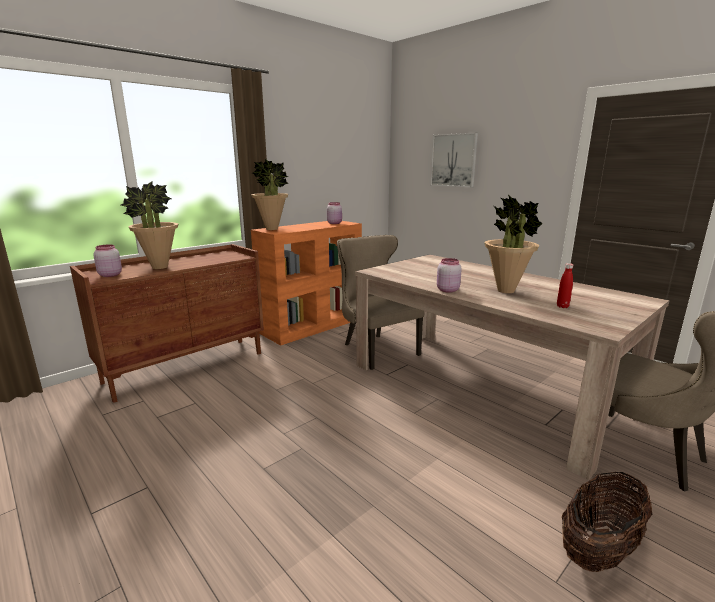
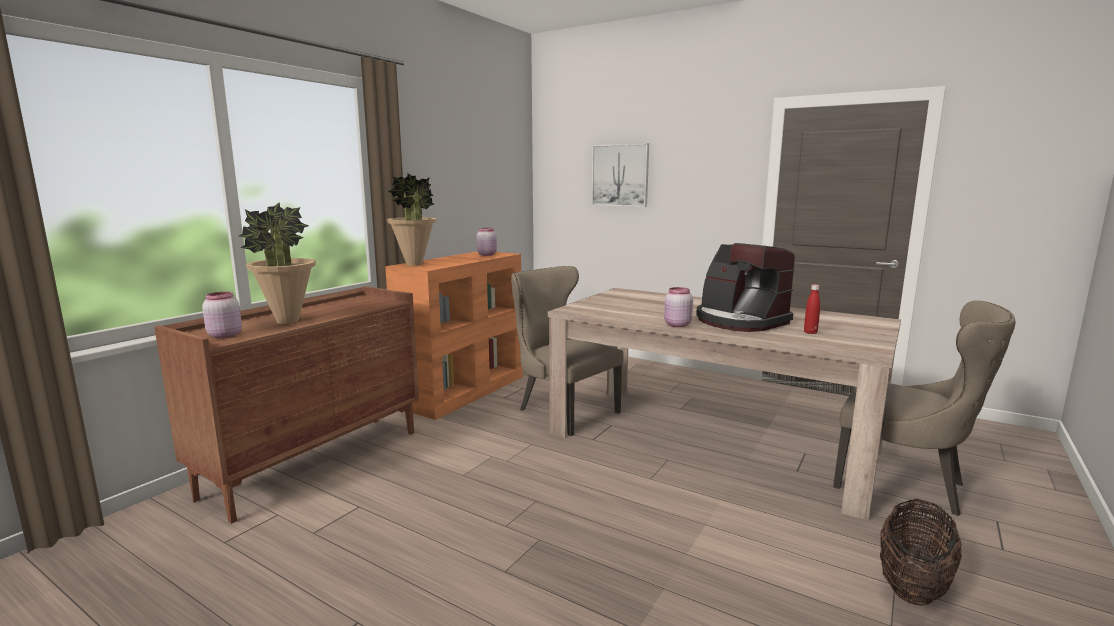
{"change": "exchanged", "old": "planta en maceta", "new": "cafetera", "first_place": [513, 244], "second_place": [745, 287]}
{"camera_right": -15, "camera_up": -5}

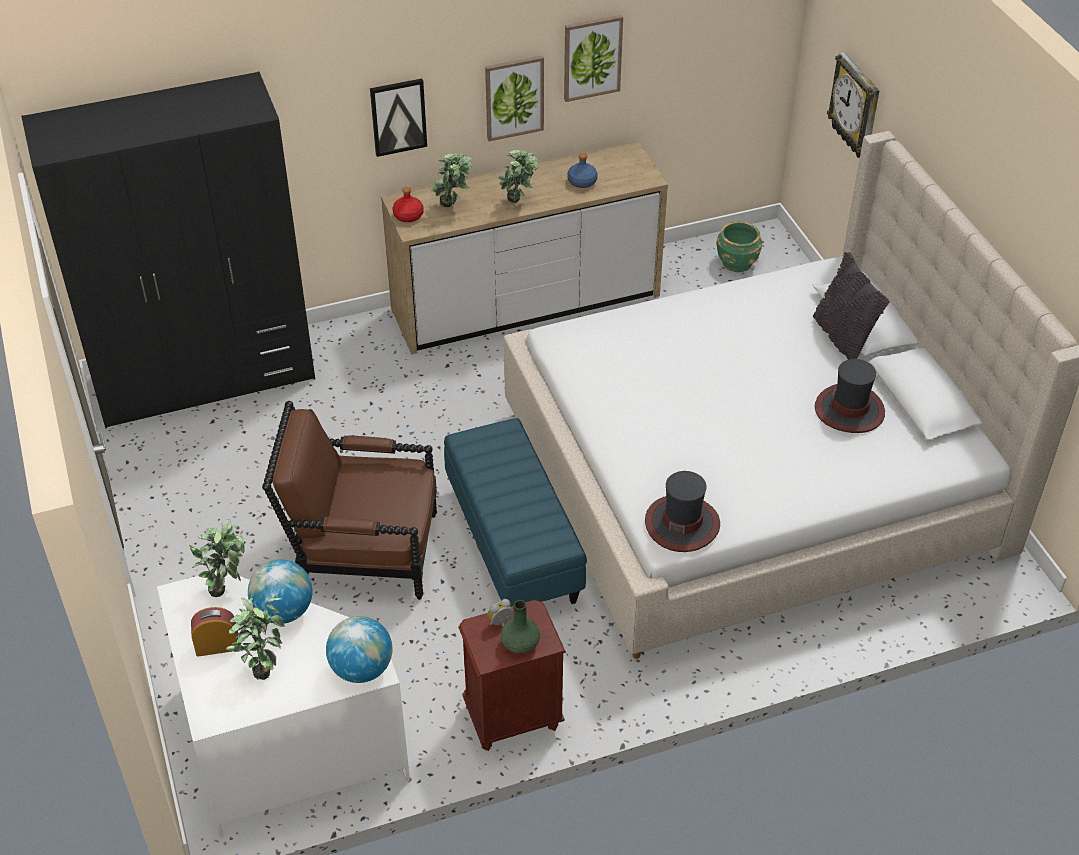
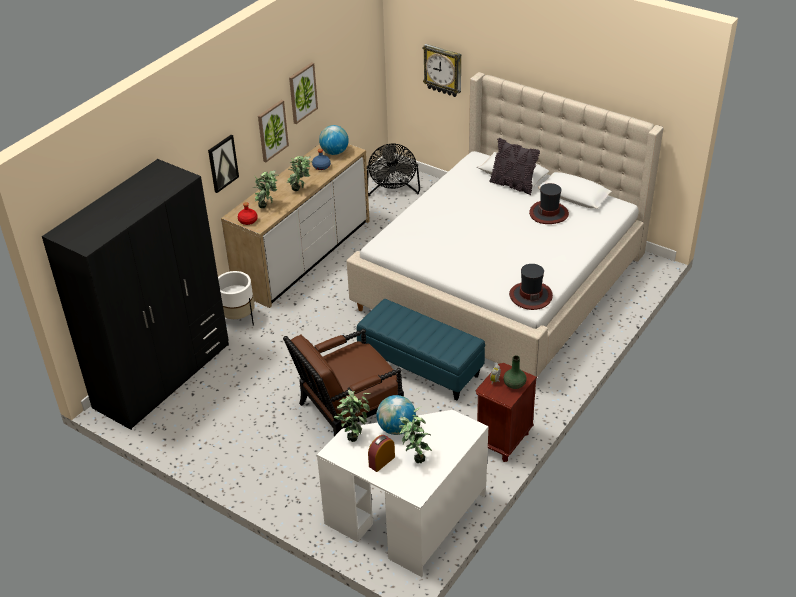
{"change": "relocated", "old": "globo terráqueo", "first_place": [359, 649], "second_place": [334, 140]}
{"change": "exchanged", "old": "maceta/verde", "new": "ventilador/negro", "first_place": [739, 246], "second_place": [393, 170]}
{"change": "appeared", "new": "maceta/blanco", "second_place": [236, 298]}
{"camera_right": -35, "camera_up": -5}

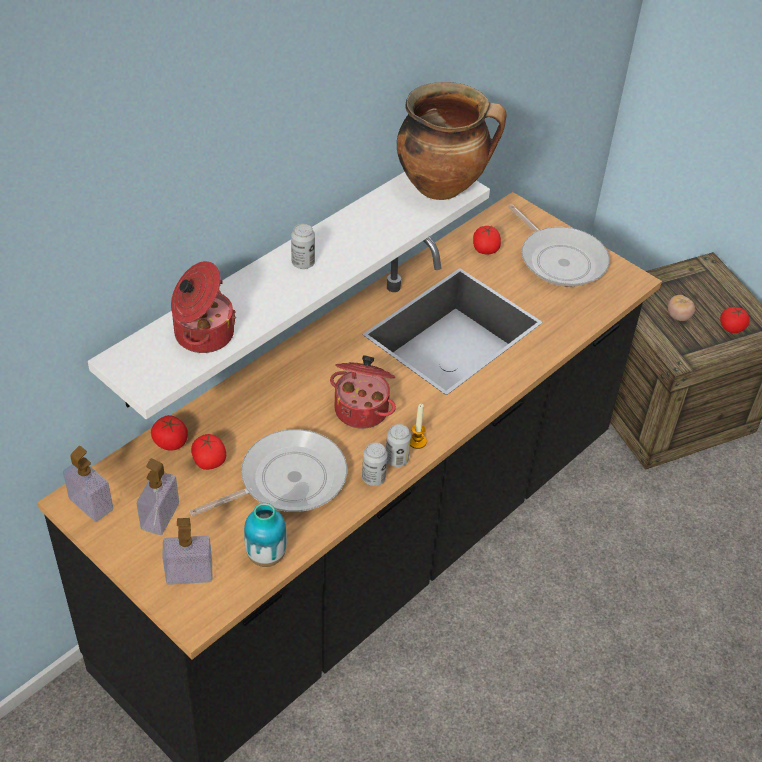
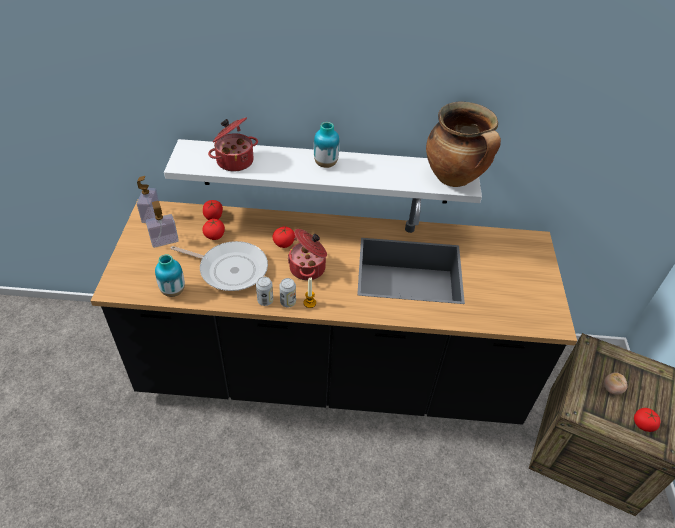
{"change": "missing", "old": "dispensador de jabón", "first_place": [187, 551]}
{"change": "exchanged", "old": "lata", "new": "florero", "first_place": [303, 246], "second_place": [327, 145]}
{"change": "relocated", "old": "tomate", "first_place": [487, 240], "second_place": [283, 237]}
{"change": "missing", "old": "sartén", "first_place": [559, 246]}
{"camera_right": 50, "camera_up": 0}

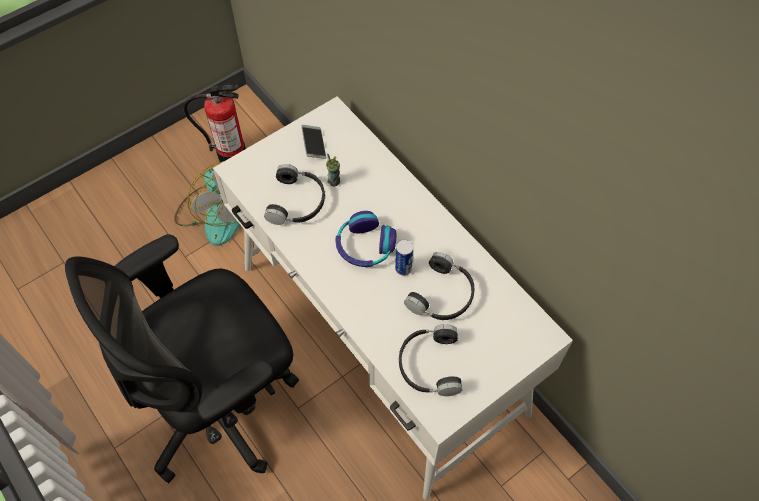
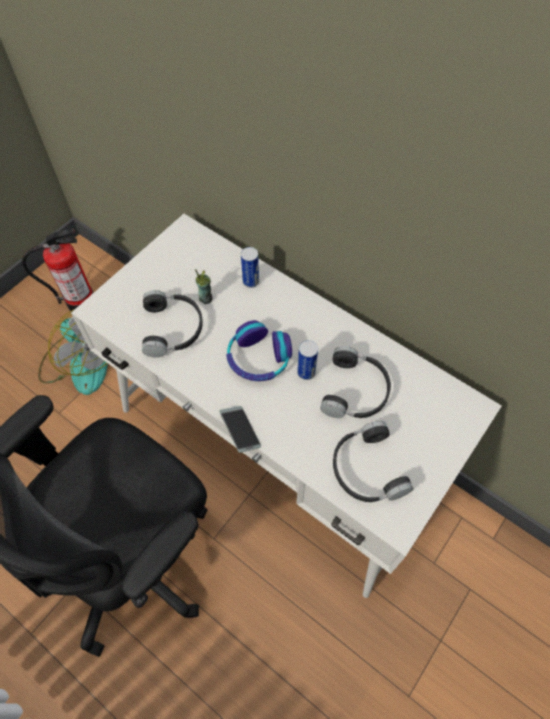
{"change": "relocated", "old": "móvil", "first_place": [313, 142], "second_place": [240, 429]}
{"change": "appeared", "new": "lata", "second_place": [250, 267]}
{"camera_right": -15, "camera_up": 0}

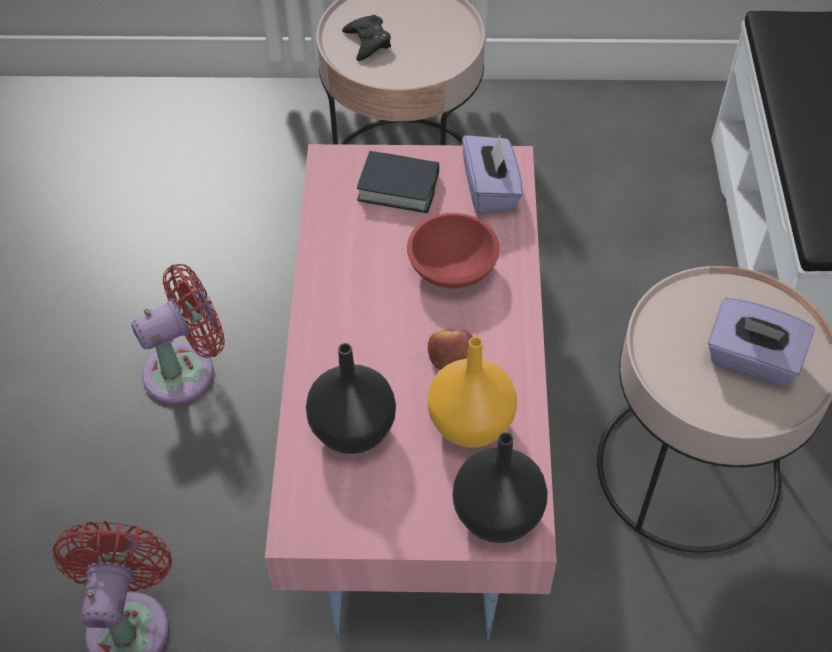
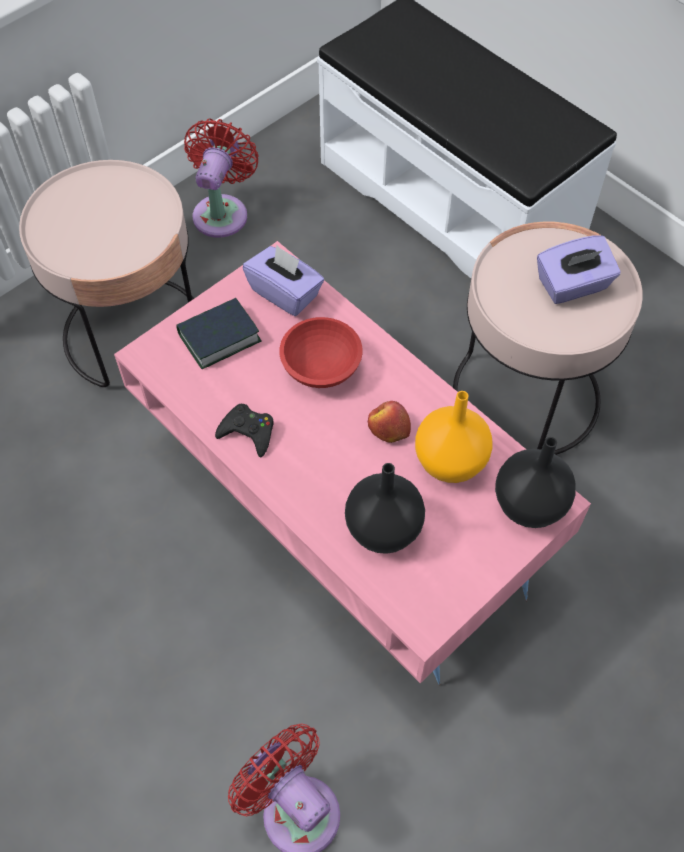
{"change": "relocated", "old": "ventilador/rojo", "first_place": [178, 334], "second_place": [221, 178]}
{"change": "relocated", "old": "mando de consola/negro", "first_place": [366, 38], "second_place": [244, 430]}
{"camera_right": -45, "camera_up": 5}

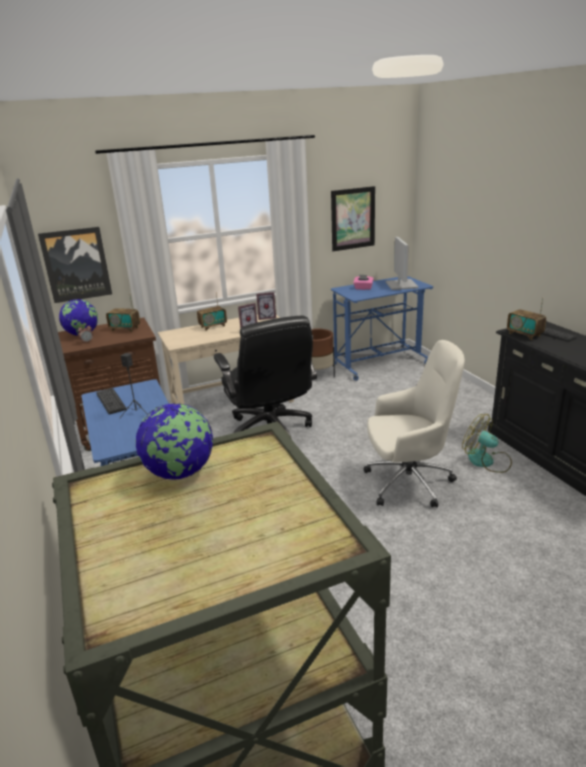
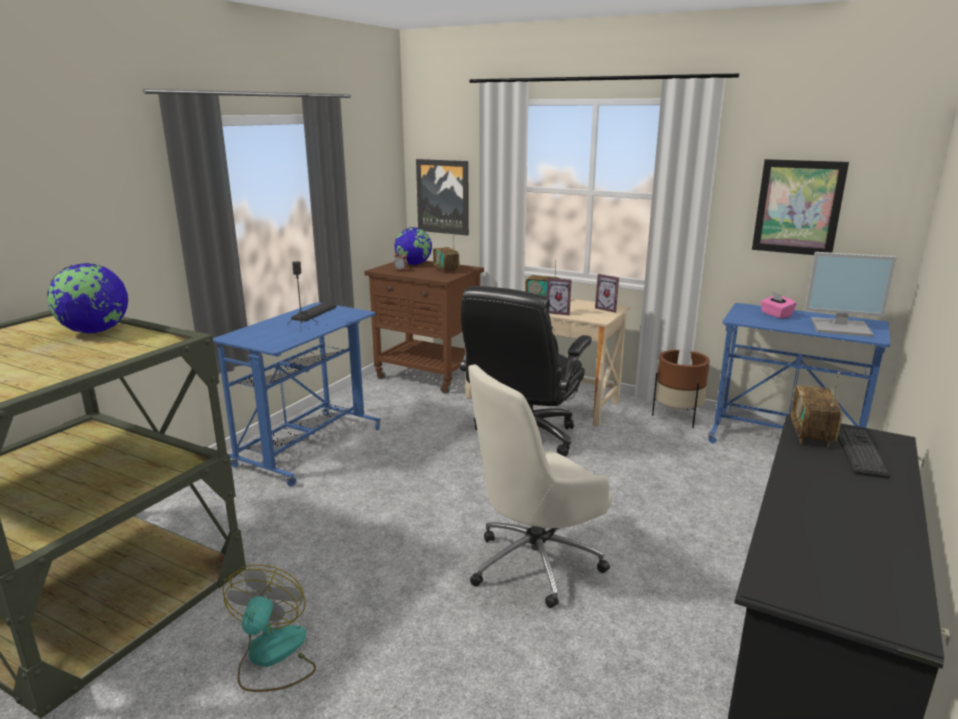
{"change": "spun", "old": "silla de oficina/beis", "first_place": [414, 423], "second_place": [540, 486], "degrees": 105}
{"change": "spun", "old": "monitor", "first_place": [402, 263], "second_place": [851, 294], "degrees": 60}
{"change": "relocated", "old": "ventilador", "first_place": [487, 443], "second_place": [269, 628]}
{"camera_right": 50, "camera_up": -5}

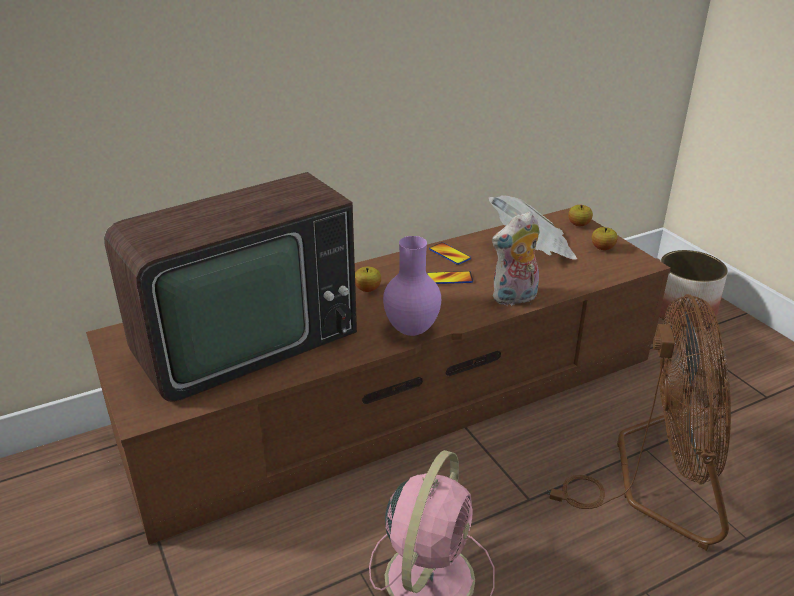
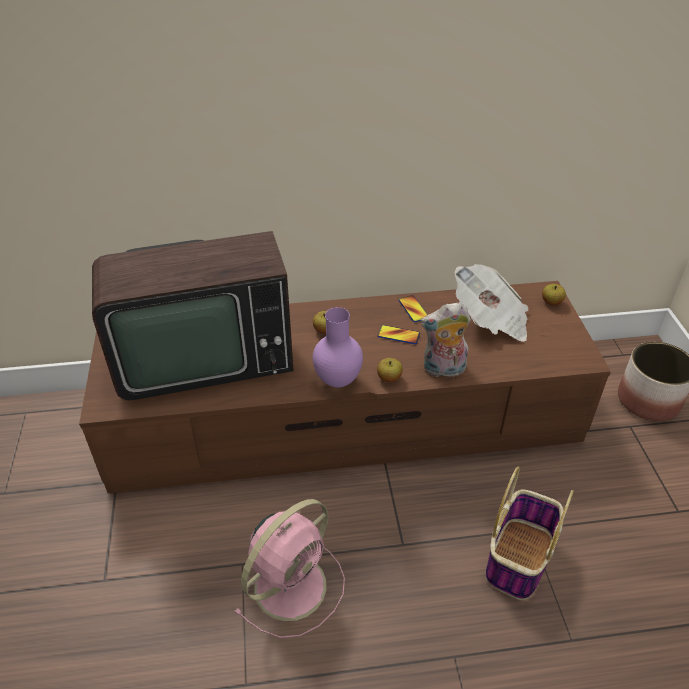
{"change": "exchanged", "old": "ventilador/marrón", "new": "cesta", "first_place": [638, 422], "second_place": [529, 533]}
{"change": "relocated", "old": "manzana", "first_place": [605, 238], "second_place": [390, 370]}
{"camera_right": 20, "camera_up": 10}

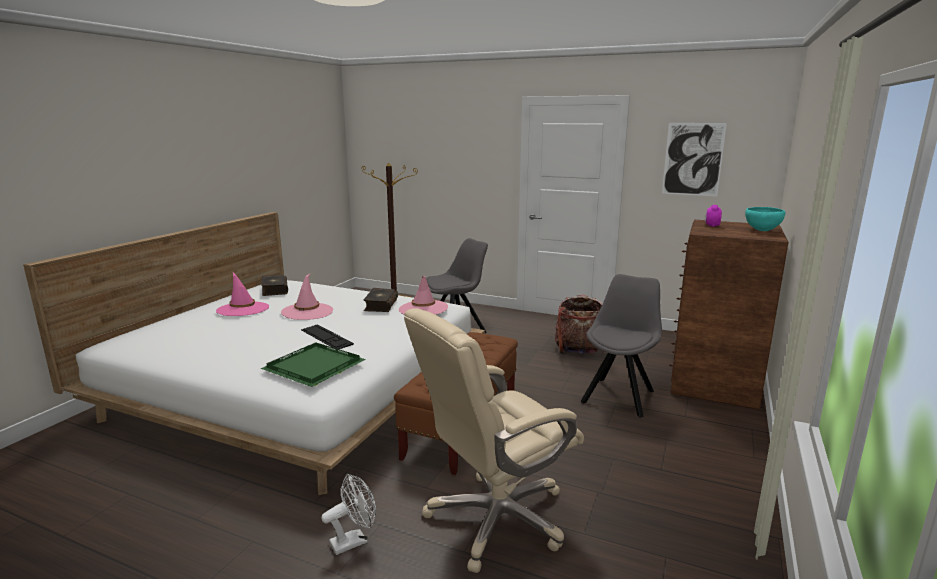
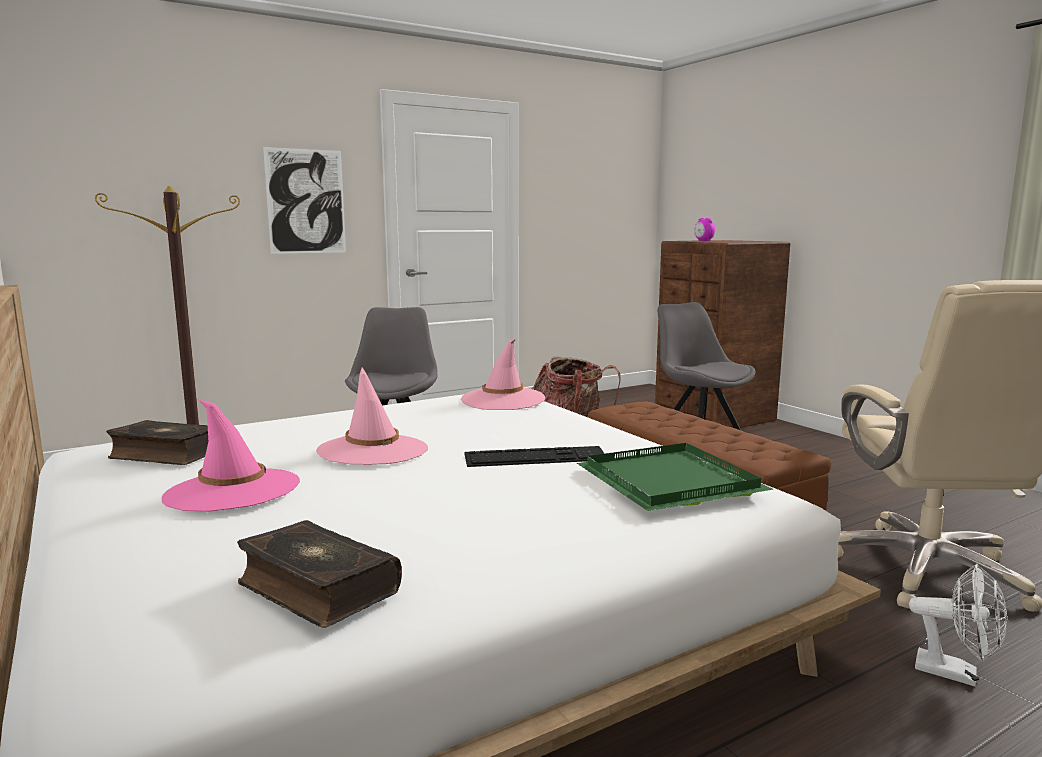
{"change": "spun", "old": "ventilador/blanco", "first_place": [348, 514], "second_place": [958, 625], "degrees": 120}
{"change": "relocated", "old": "libro", "first_place": [380, 300], "second_place": [319, 574]}
{"change": "relocated", "old": "cuadro", "first_place": [694, 159], "second_place": [304, 200]}
{"change": "missing", "old": "cuenco/turquesa", "first_place": [765, 219]}
{"camera_right": -55, "camera_up": -5}

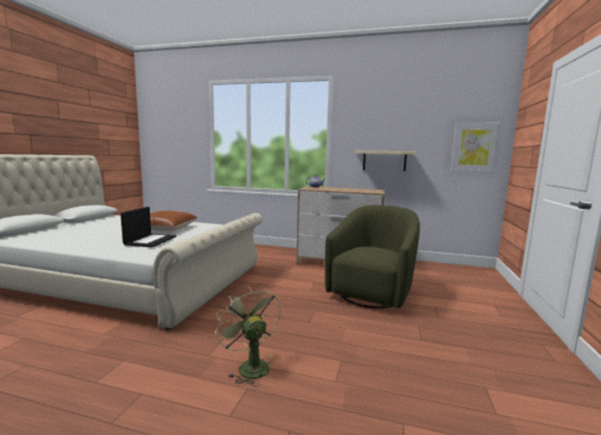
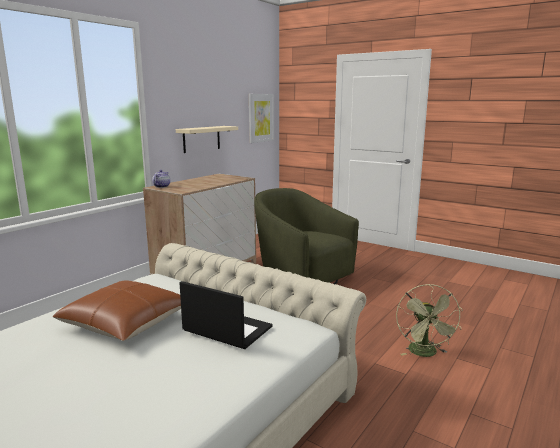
{"change": "spun", "old": "ventilador/verde", "first_place": [248, 337], "second_place": [429, 320], "degrees": -75}
{"camera_right": -70, "camera_up": 5}

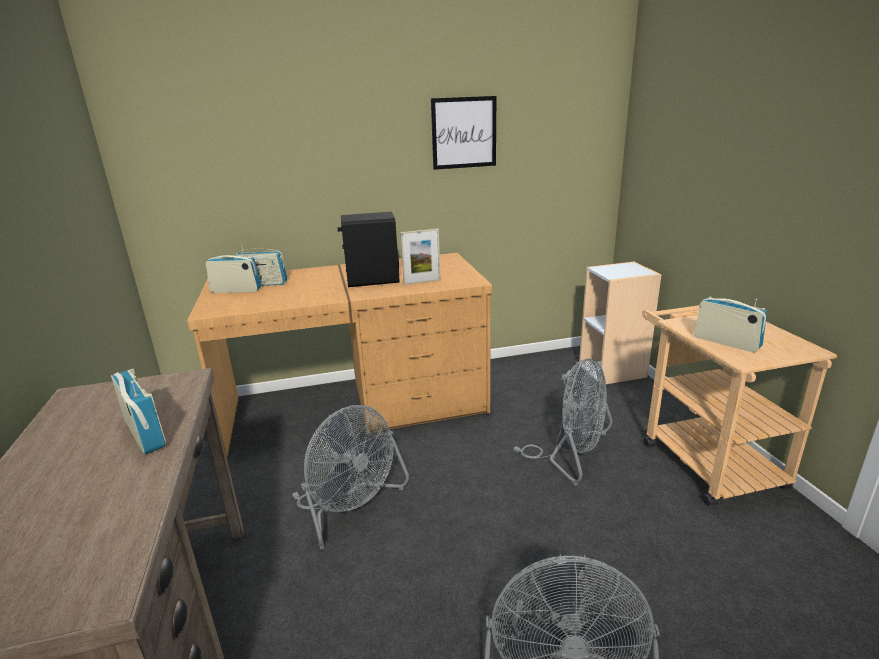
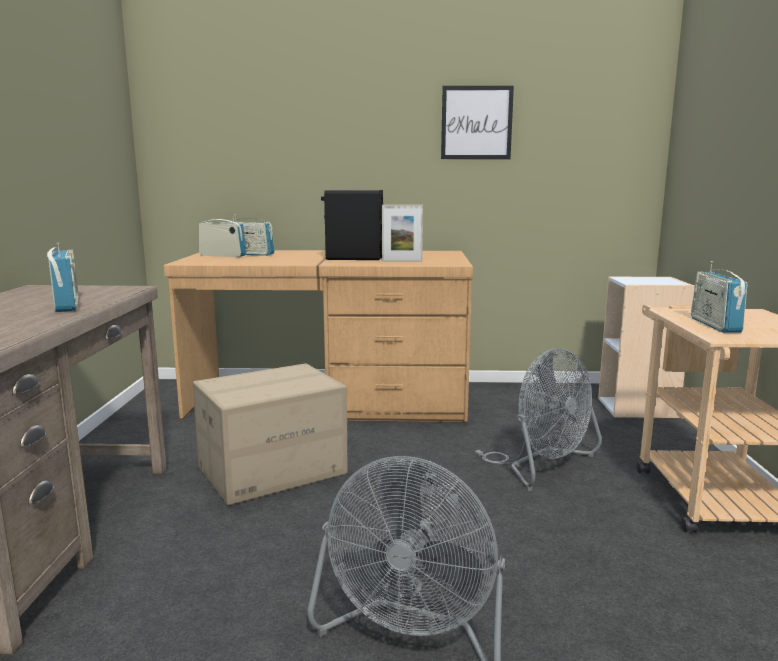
{"change": "exchanged", "old": "ventilador/gris", "new": "caja de cartón", "first_place": [350, 477], "second_place": [270, 434]}
{"change": "spun", "old": "radio", "first_place": [730, 324], "second_place": [719, 297], "degrees": -150}
{"camera_right": 15, "camera_up": -10}

